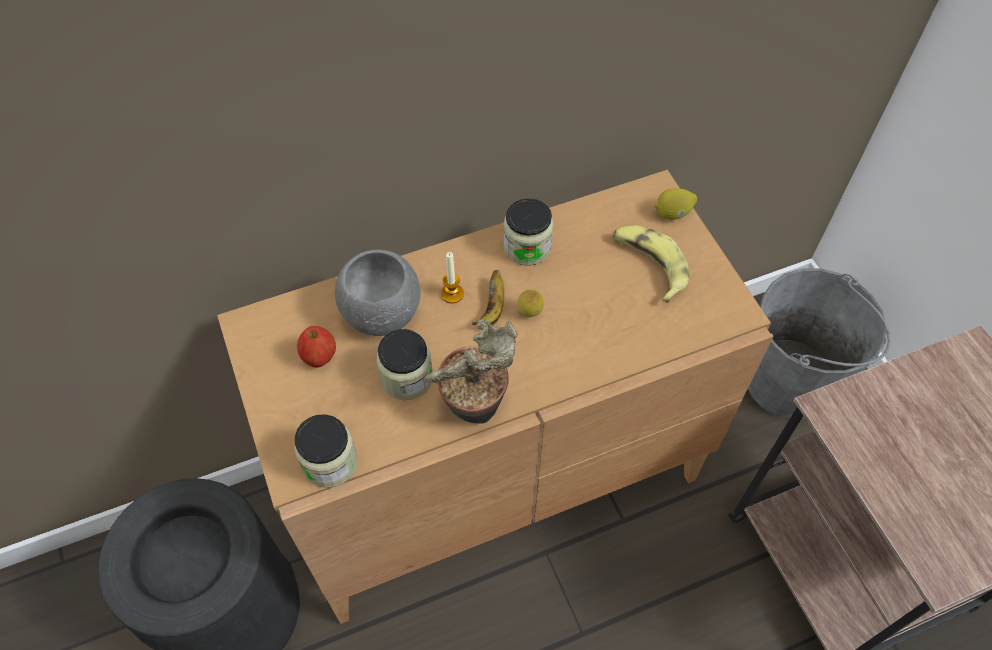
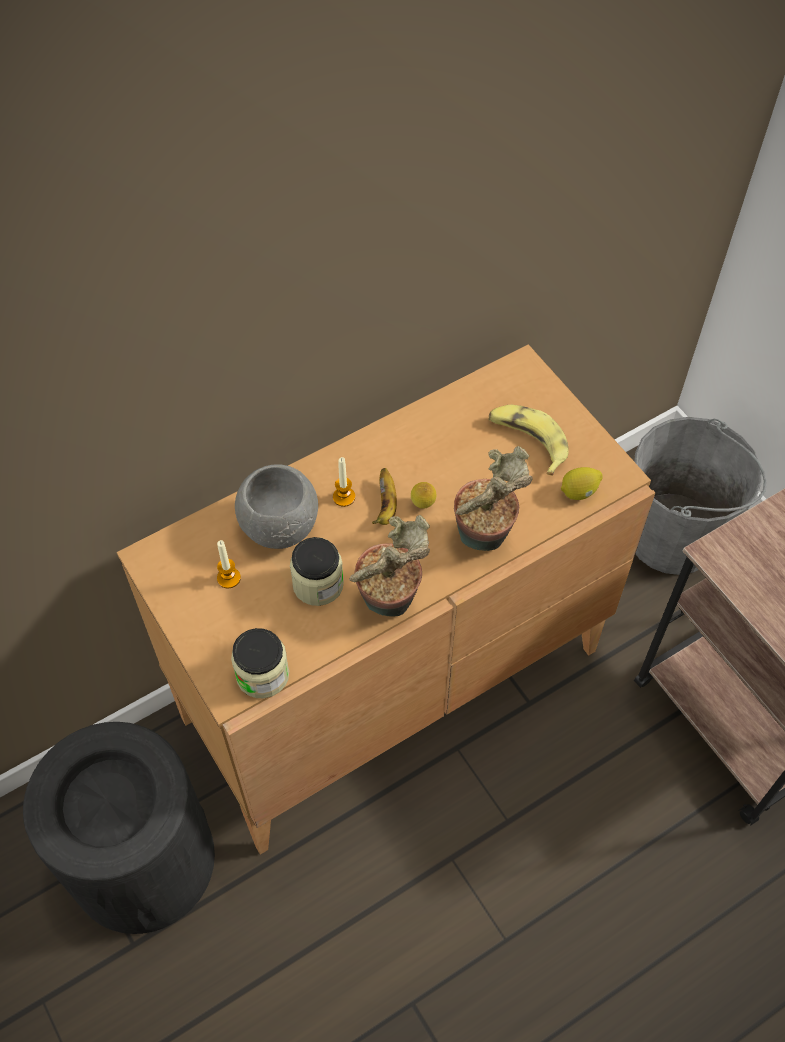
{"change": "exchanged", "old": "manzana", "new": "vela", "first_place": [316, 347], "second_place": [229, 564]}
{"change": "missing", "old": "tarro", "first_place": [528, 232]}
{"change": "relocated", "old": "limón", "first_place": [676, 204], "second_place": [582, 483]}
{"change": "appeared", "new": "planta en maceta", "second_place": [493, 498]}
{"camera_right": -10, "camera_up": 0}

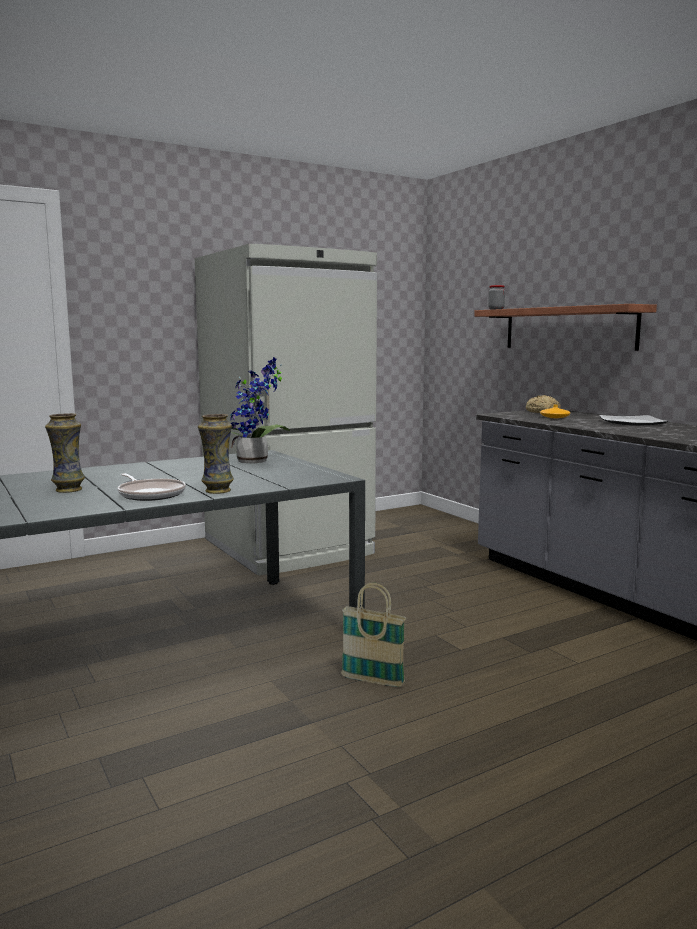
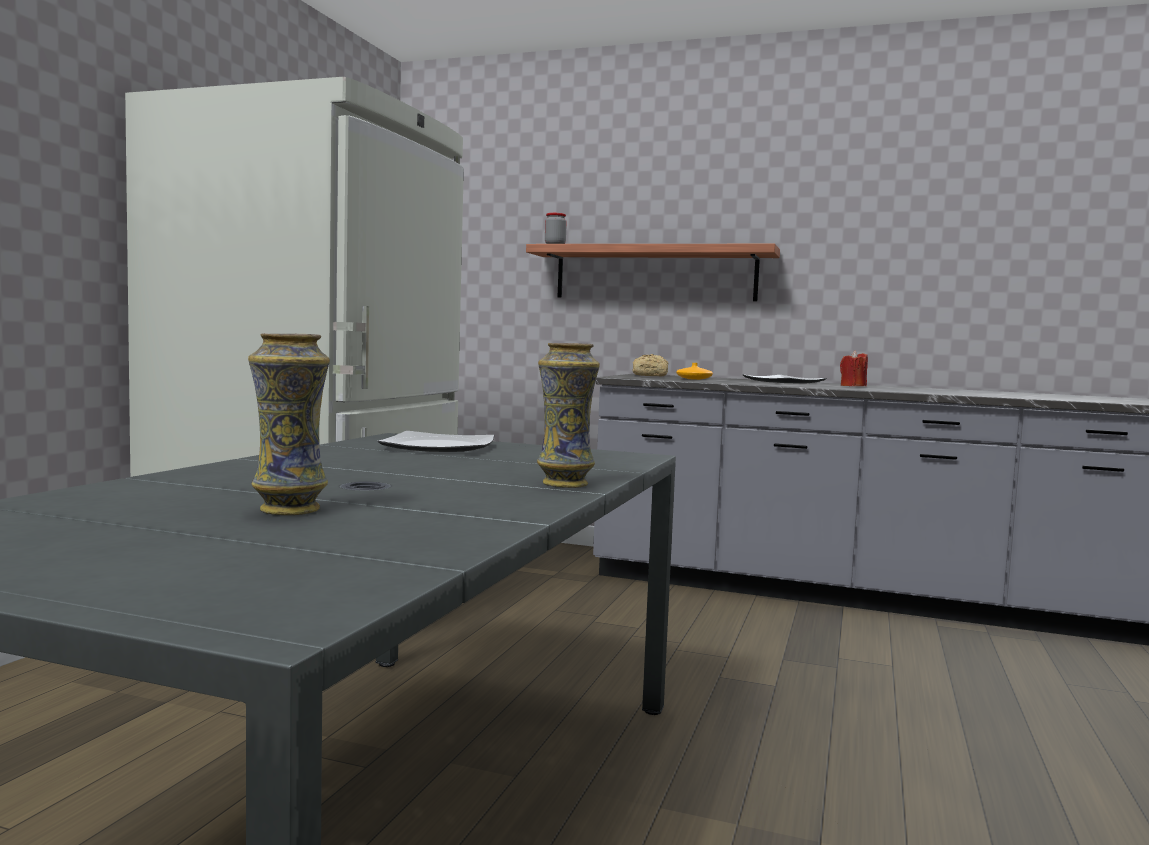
{"change": "missing", "old": "sartén", "first_place": [151, 487]}
{"change": "exchanged", "old": "planta en maceta", "new": "plato", "first_place": [260, 410], "second_place": [436, 441]}
{"change": "missing", "old": "cesta", "first_place": [373, 635]}
{"change": "appeared", "new": "vela/rojo", "second_place": [854, 368]}
{"camera_right": -40, "camera_up": -5}

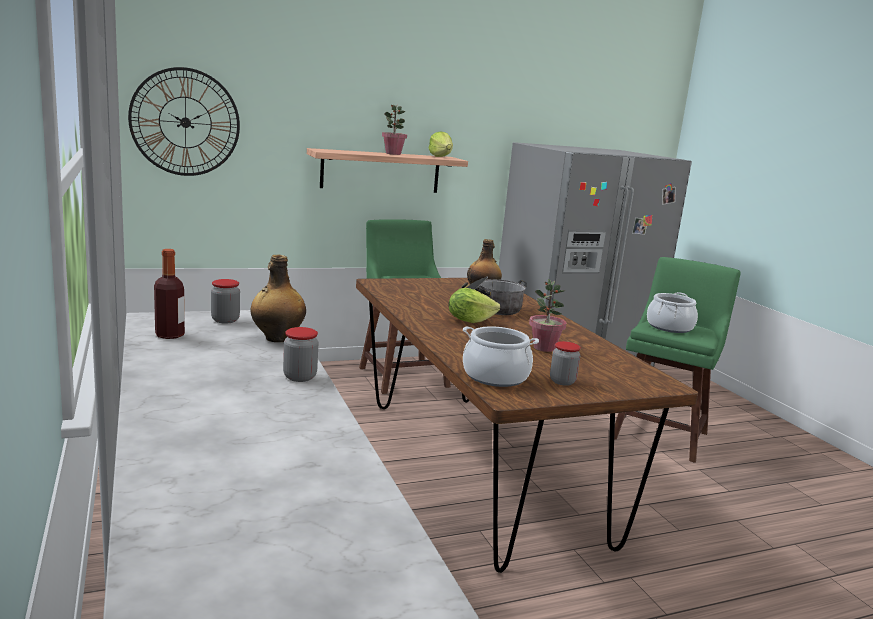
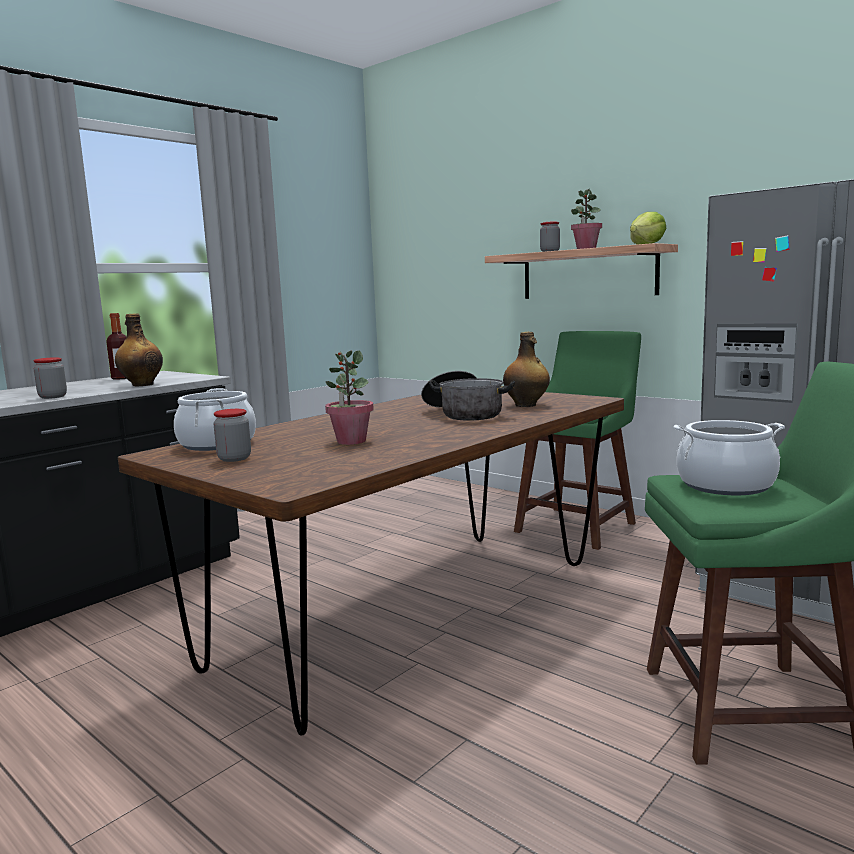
{"change": "missing", "old": "reloj de pared", "first_place": [184, 121]}
{"change": "relocated", "old": "tarro", "first_place": [225, 301], "second_place": [550, 236]}
{"change": "missing", "old": "lechuga", "first_place": [474, 305]}
{"camera_right": 65, "camera_up": -5}

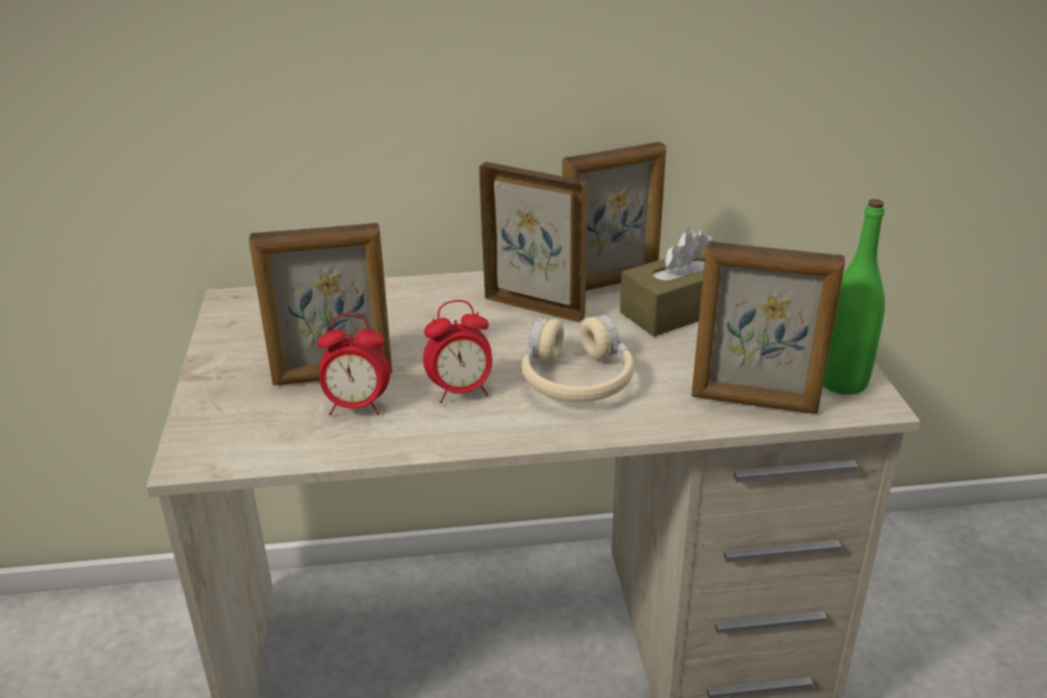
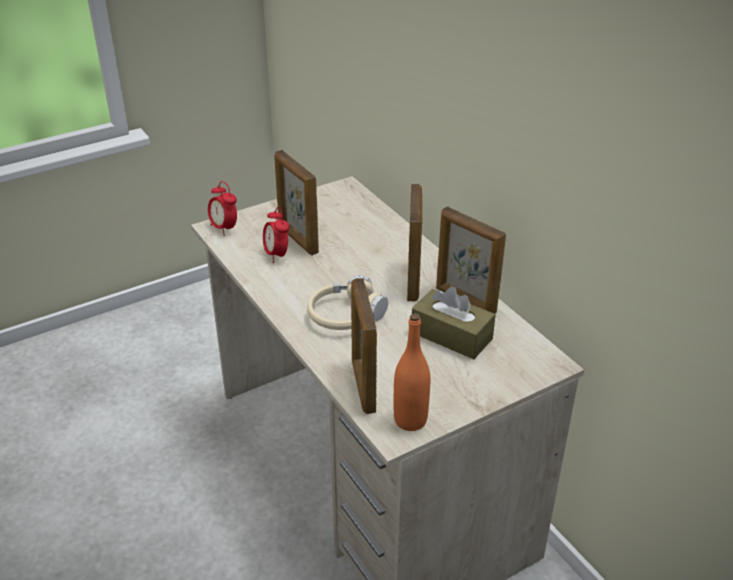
{"change": "relocated", "old": "despertador", "first_place": [457, 351], "second_place": [222, 208]}
{"change": "colour", "old": "botella/verde", "new": "botella/naranja", "first_place": [854, 297], "second_place": [412, 372]}
{"camera_right": 65, "camera_up": 5}

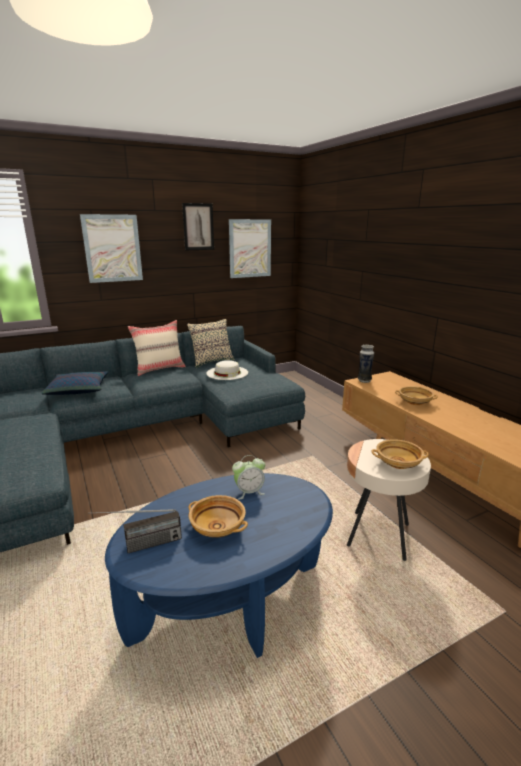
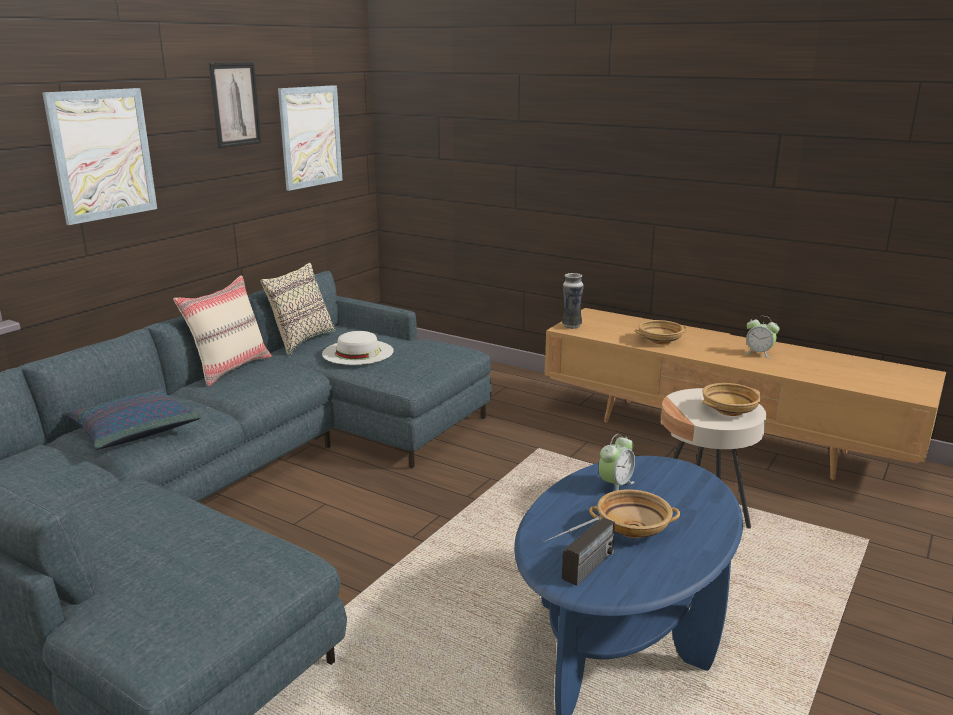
{"change": "appeared", "new": "despertador", "second_place": [762, 337]}
{"camera_right": -30, "camera_up": 0}

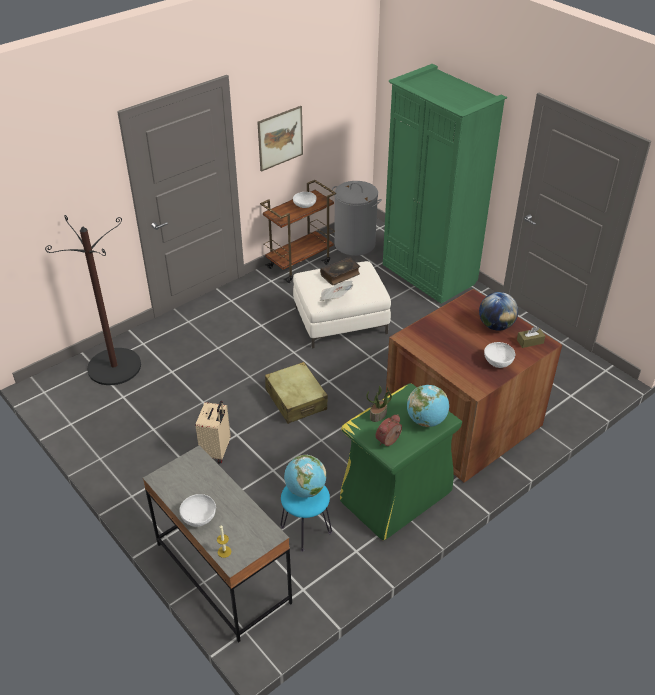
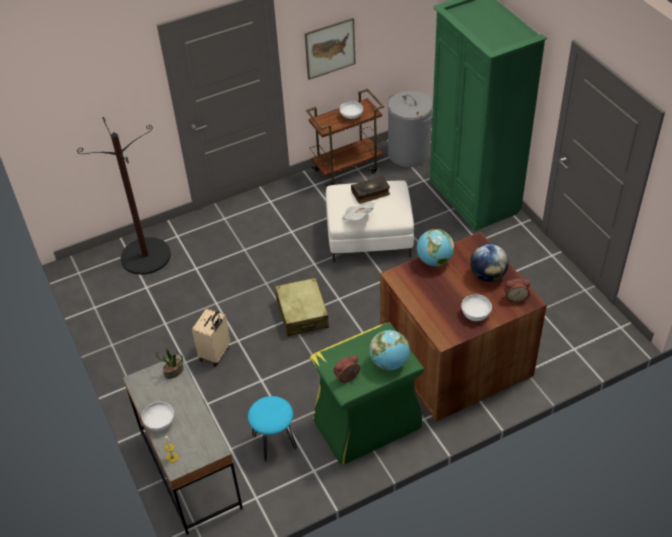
{"change": "relocated", "old": "globo terráqueo", "first_place": [305, 476], "second_place": [435, 247]}
{"change": "relocated", "old": "planta en maceta", "first_place": [379, 404], "second_place": [170, 363]}
{"change": "exchanged", "old": "caja de pañuelos/marrón", "new": "despertador", "first_place": [531, 337], "second_place": [517, 291]}
{"camera_right": 15, "camera_up": 5}

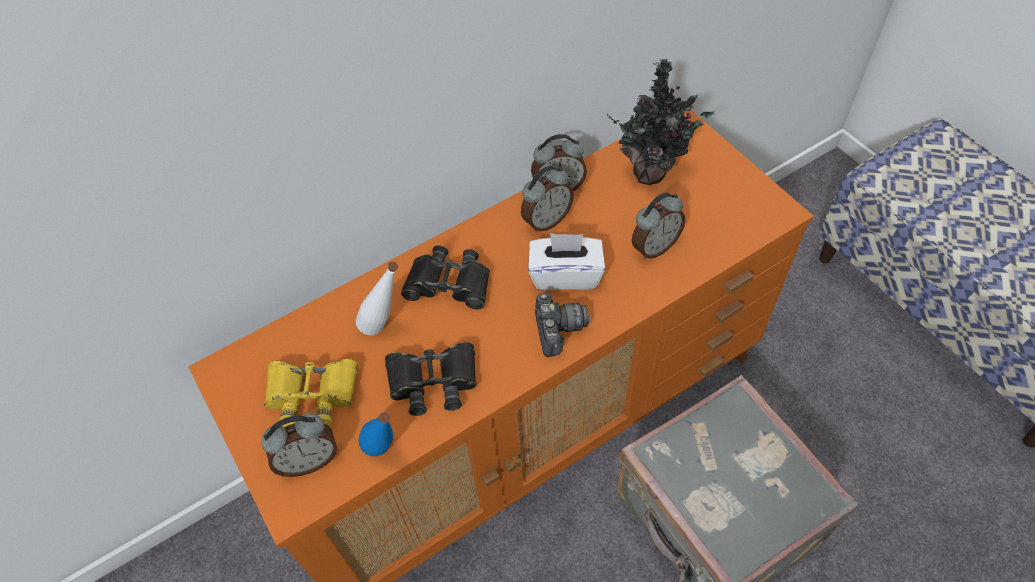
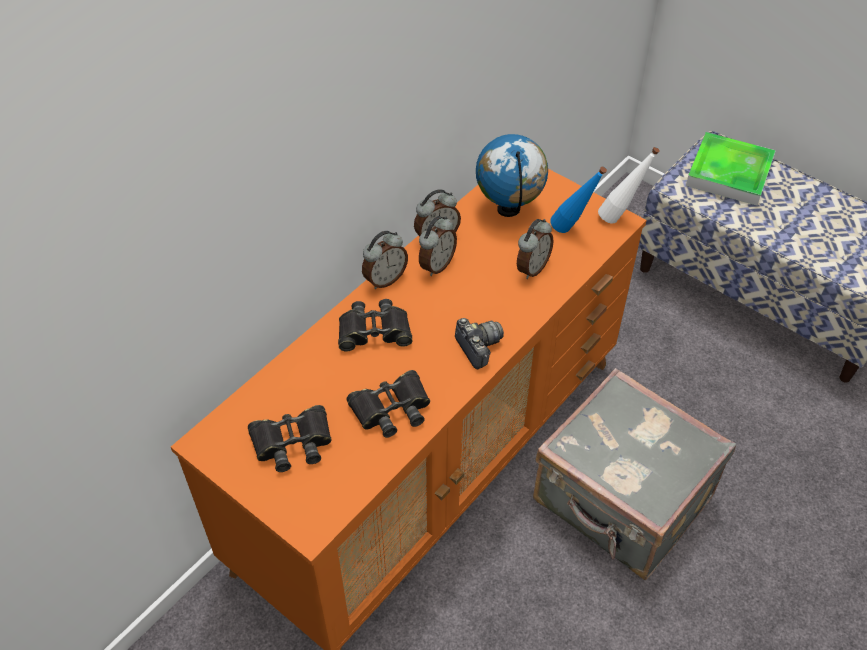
{"change": "relocated", "old": "despertador", "first_place": [299, 445], "second_place": [385, 260]}
{"change": "colour", "old": "prismáticos/amarillo", "new": "prismáticos/negro", "first_place": [311, 393], "second_place": [290, 438]}
{"change": "relocated", "old": "botella/blanco", "first_place": [377, 298], "second_place": [629, 185]}
{"change": "relocated", "old": "botella/azul", "first_place": [376, 434], "second_place": [578, 200]}
{"change": "missing", "old": "caja de pañuelos/blanco", "first_place": [566, 261]}
{"change": "exchanged", "old": "planta en maceta", "new": "globo terráqueo", "first_place": [661, 122], "second_place": [512, 175]}
{"change": "appeared", "new": "bandeja", "second_place": [731, 169]}
{"camera_right": -20, "camera_up": -5}

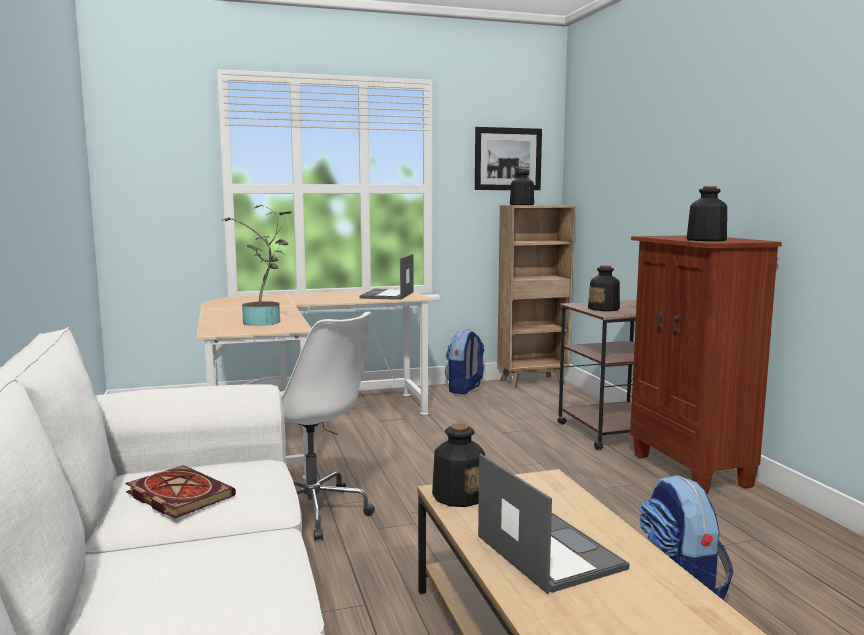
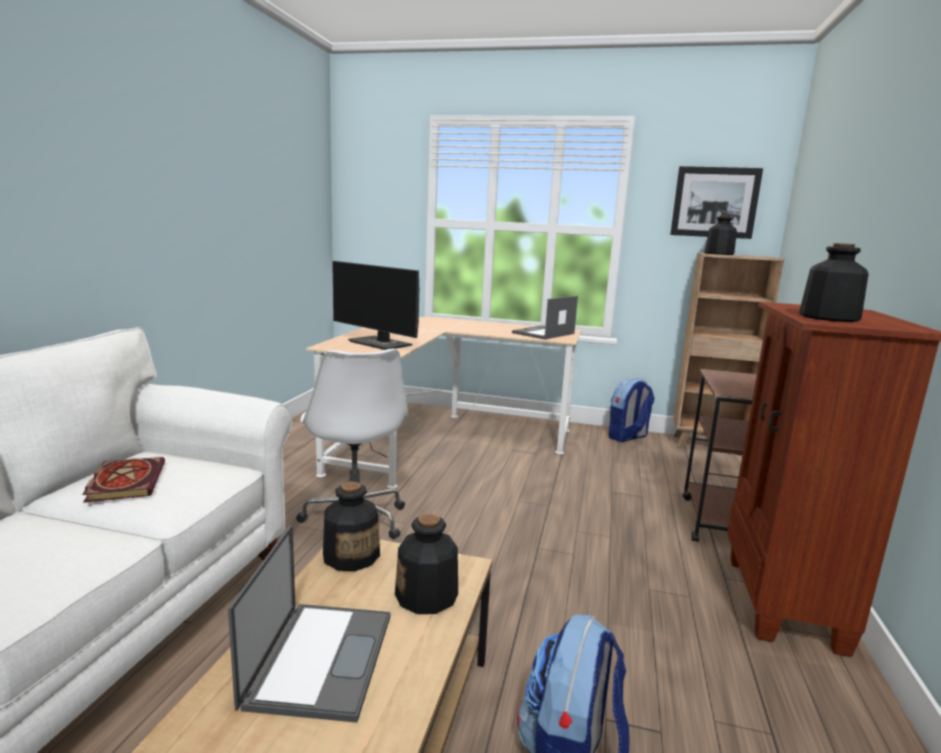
{"change": "exchanged", "old": "planta en maceta", "new": "monitor", "first_place": [256, 265], "second_place": [375, 305]}
{"change": "relocated", "old": "botella", "first_place": [604, 288], "second_place": [426, 564]}
{"camera_right": 30, "camera_up": 5}

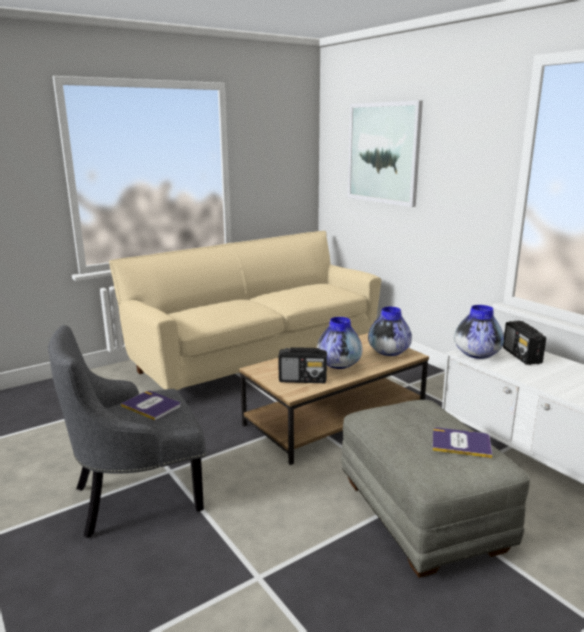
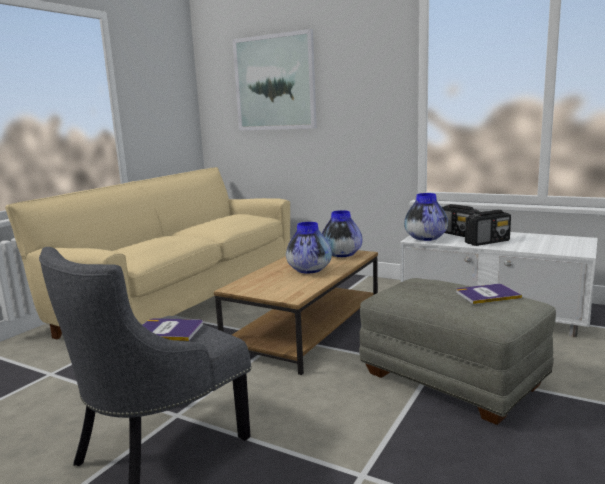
{"change": "relocated", "old": "radio", "first_place": [302, 365], "second_place": [488, 228]}
{"camera_right": -25, "camera_up": -5}

